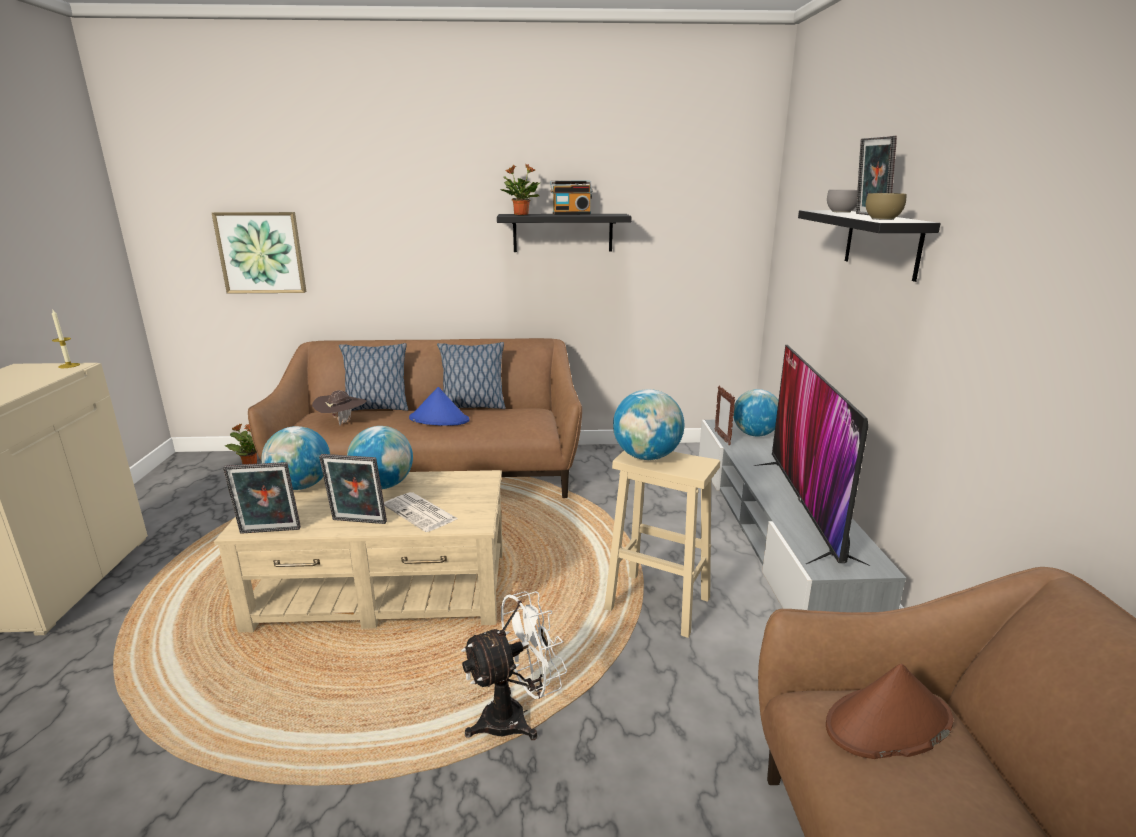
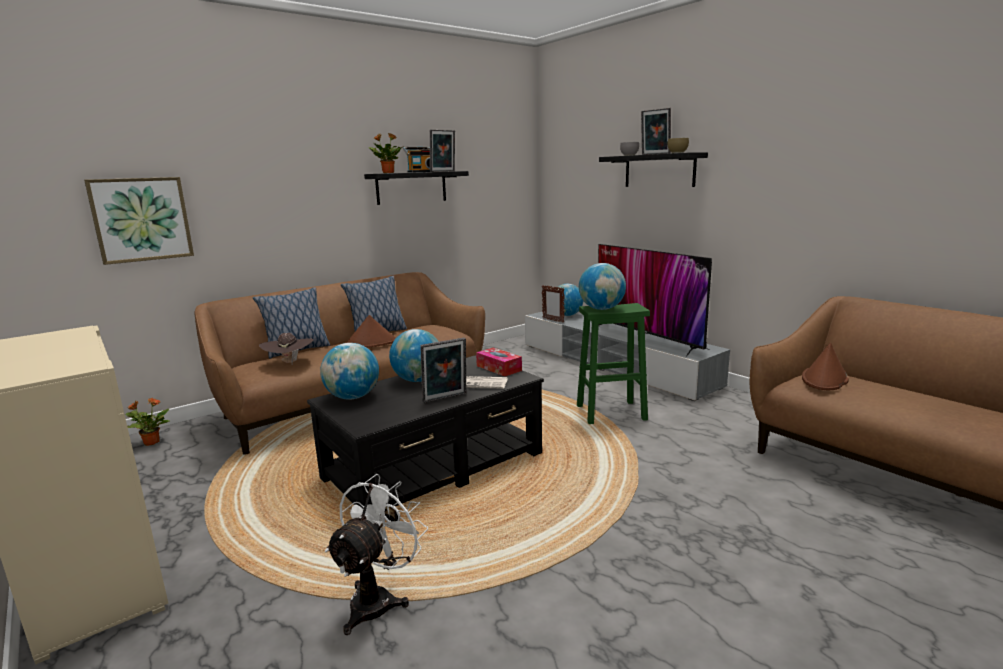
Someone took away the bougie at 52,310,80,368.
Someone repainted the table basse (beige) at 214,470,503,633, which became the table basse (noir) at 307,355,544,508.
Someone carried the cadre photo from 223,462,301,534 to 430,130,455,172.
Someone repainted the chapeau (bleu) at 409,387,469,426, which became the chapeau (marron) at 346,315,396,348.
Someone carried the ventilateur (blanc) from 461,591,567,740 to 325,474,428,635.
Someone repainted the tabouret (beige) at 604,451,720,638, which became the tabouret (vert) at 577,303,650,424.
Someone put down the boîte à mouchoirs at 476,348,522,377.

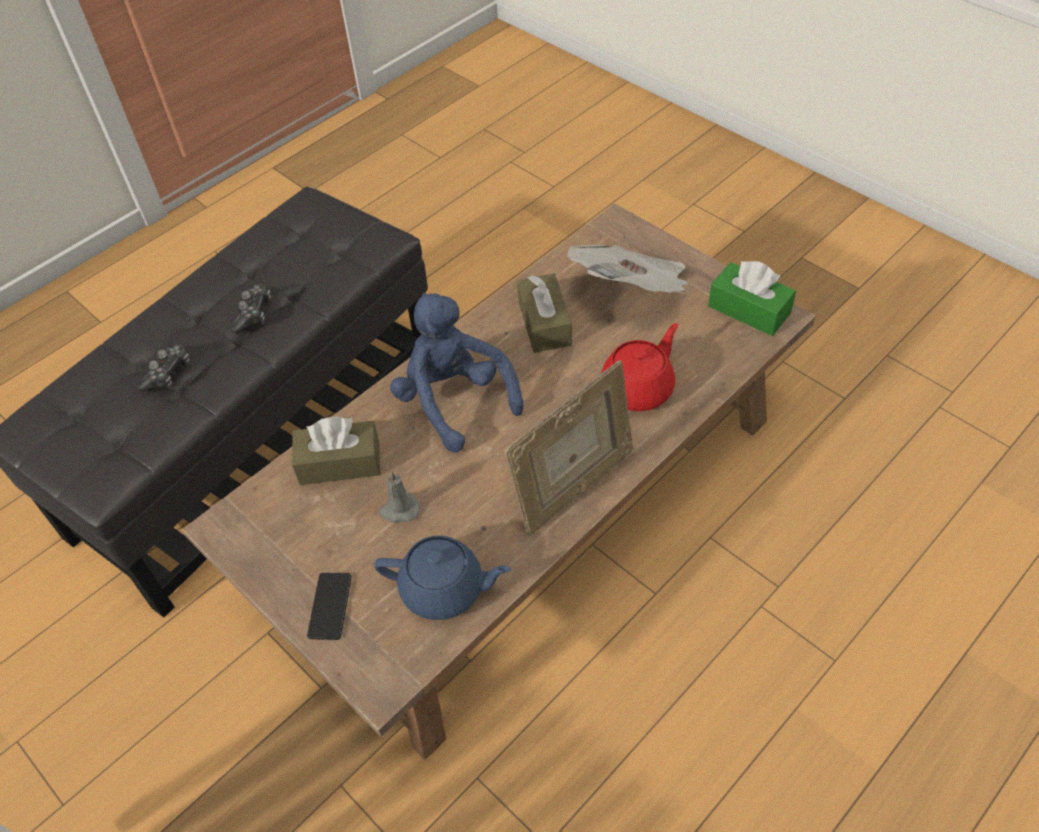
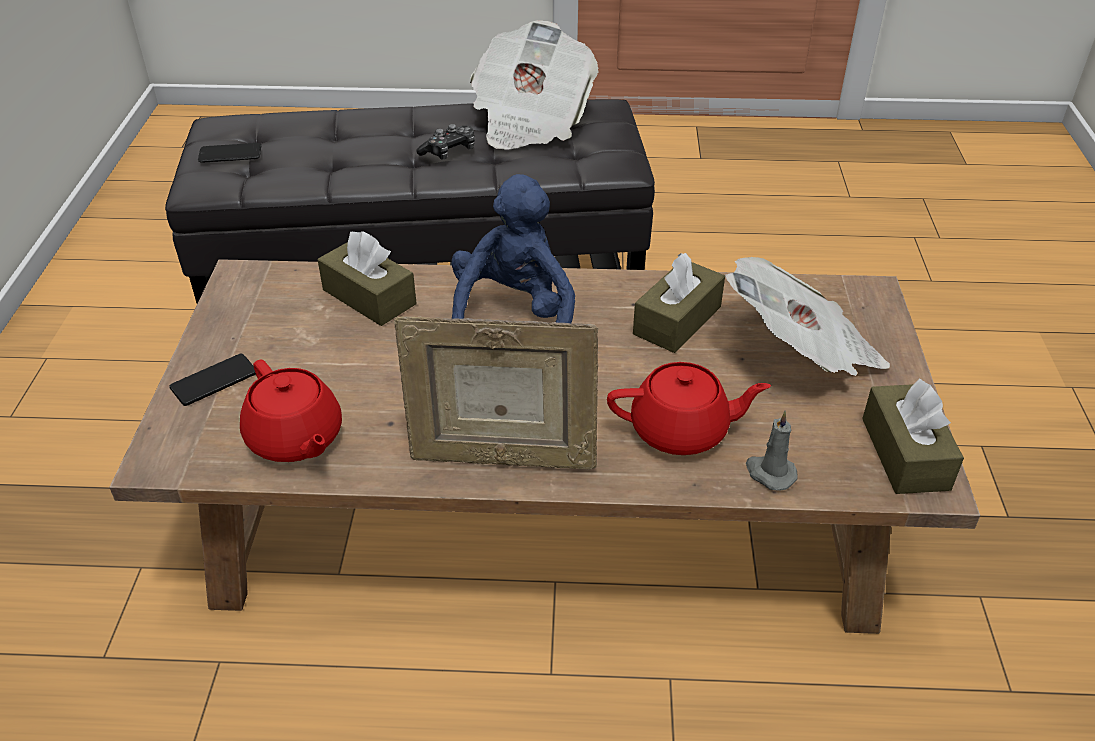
Someone took away the manette at 137,344,190,392.
Someone repainted the théière (bleu) at 374,536,511,620, which became the théière (rouge) at 240,360,342,462.
Someone carried the bougie (gris) from 379,471,420,523 to 746,411,798,491.
Someone repainted the boîte à mouchoirs (vert) at 708,261,796,336, which became the boîte à mouchoirs (marron) at 862,379,964,494.
Someone put down the téléphone at 198,143,261,163.
Someone put down the journal at 470,20,599,150.

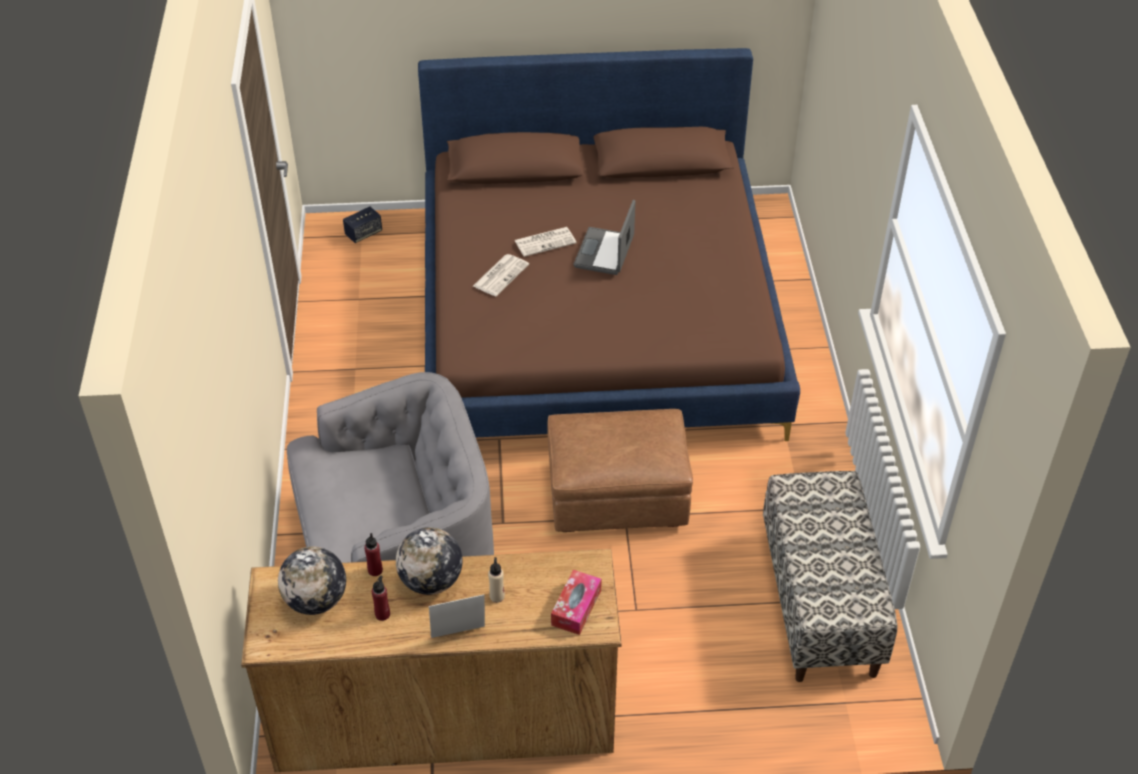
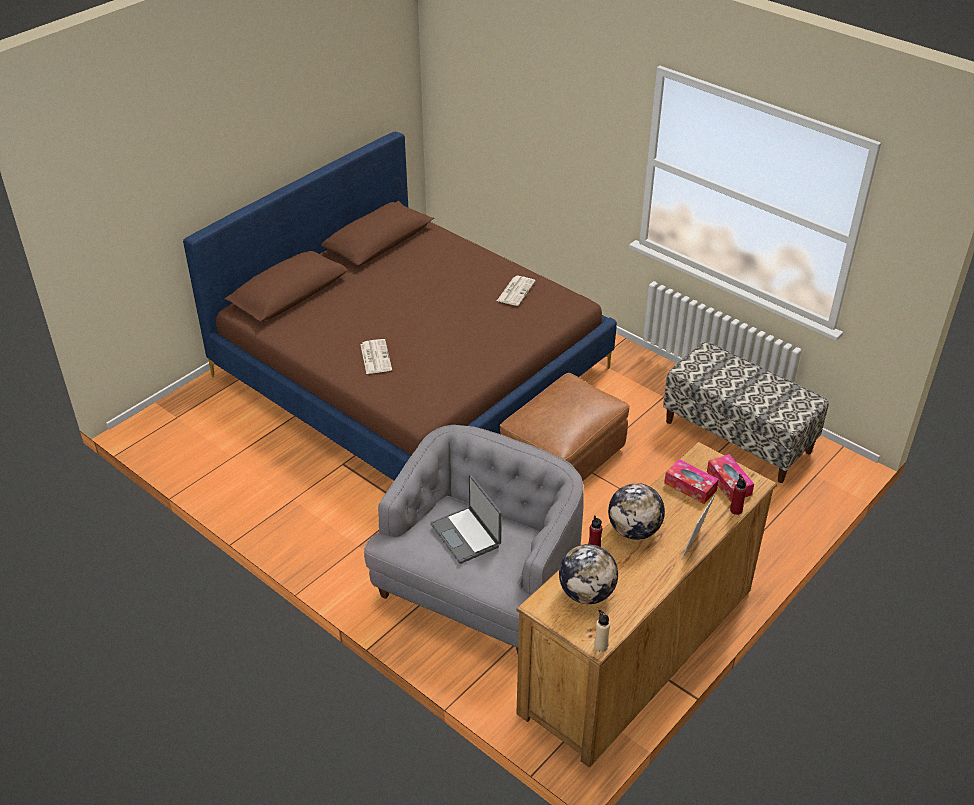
Someone took away the enceinte at 343,207,382,243.
Someone carried the bouteille (rouge) from 372,576,390,621 to 730,474,747,515.
Someone carried the bouteille (beige) from 488,557,505,603 to 594,610,610,652.
Someone carried the journal from 514,227,576,257 to 497,276,536,306.
Someone carried the ordinateur portable from 574,200,635,275 to 431,475,502,564.
Someone put down the boîte à mouchoirs at 664,459,719,504.

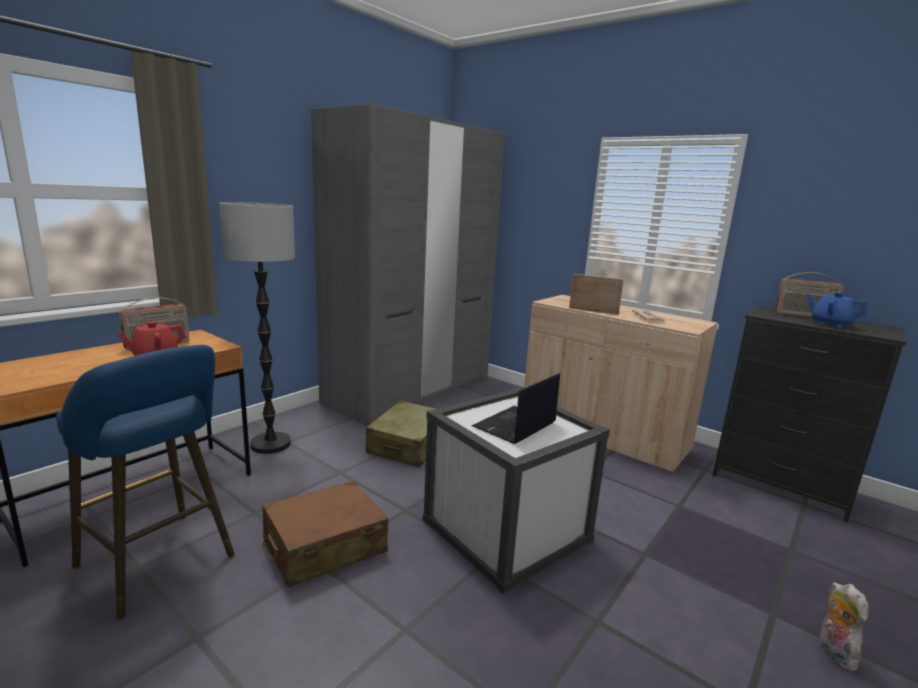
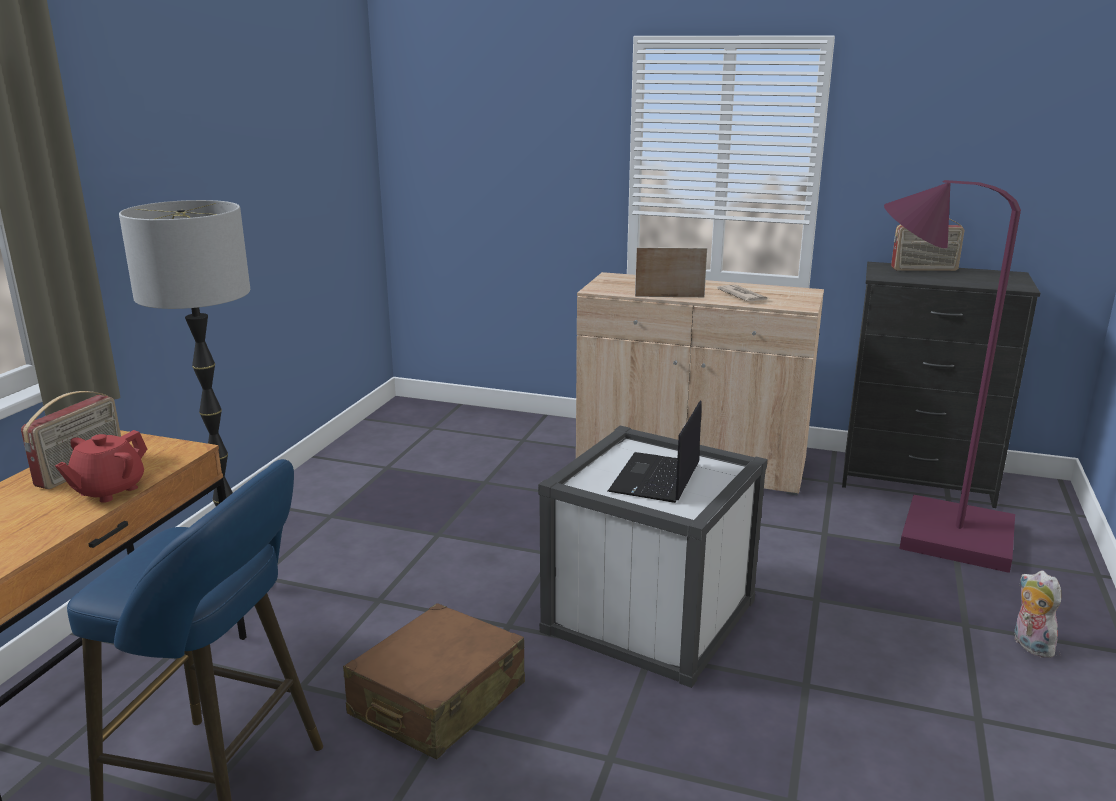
Someone took away the armoire (gris) at 311,104,505,425.
Someone took away the valise (beige) at 366,401,437,467.
Someone took away the théière (bleu) at 806,292,867,328.
Someone put down the lampadaire (violet) at 884,180,1021,573.

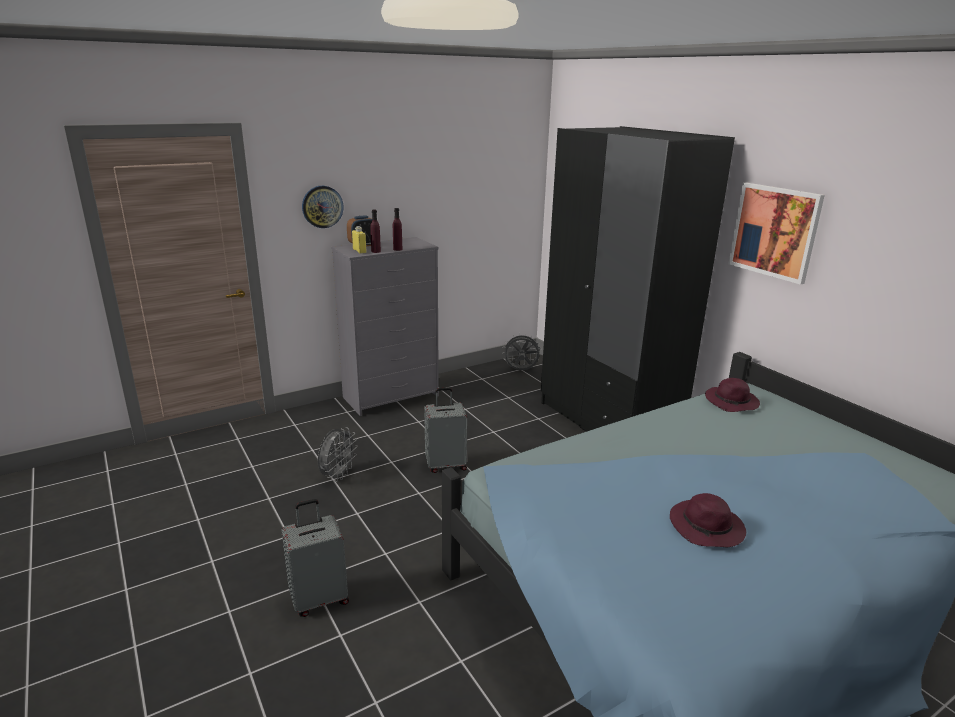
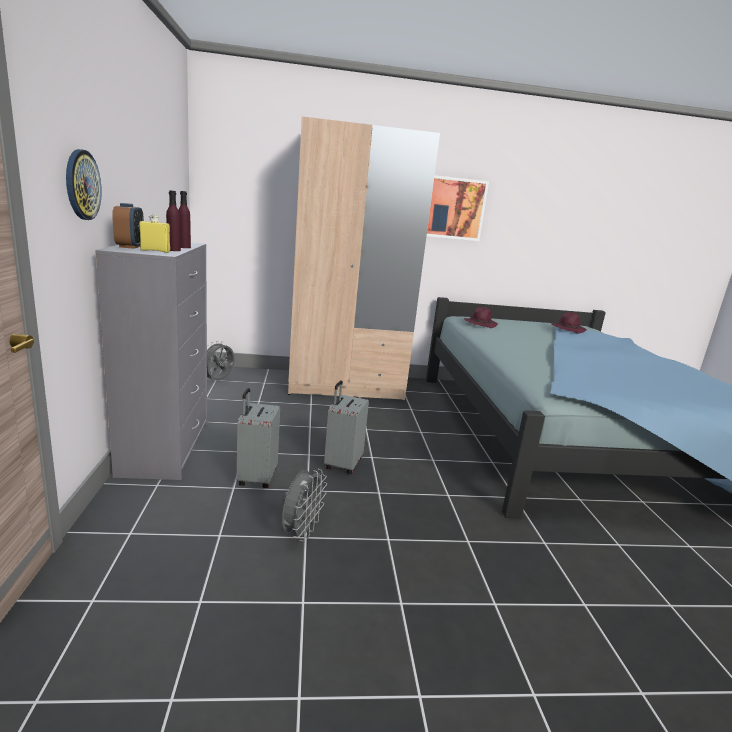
Someone carried the valise (gris) from 281,499,349,617 to 237,388,280,488.
Someone rotated the ventilateur (gris) at 318,427,358,482 by 60 degrees clockwise.
Someone repainted the armoire (noir) at 541,126,735,431, which became the armoire (beige) at 288,116,440,401.
Someone carried the chapeau (violet) from 670,493,746,547 to 551,312,587,334.

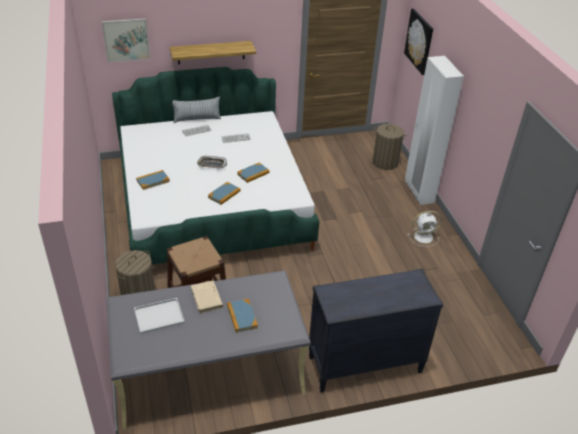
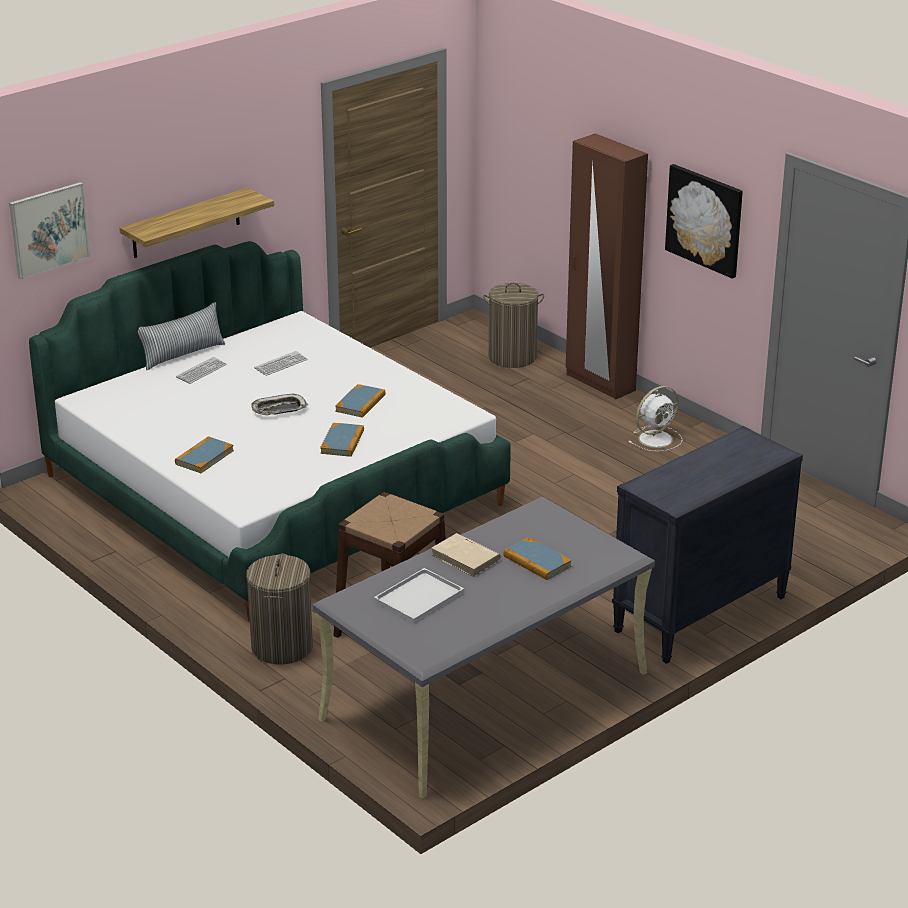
Someone carried the tableau from 404,8,433,75 to 665,164,743,279.
Someone repainted the armoire (blanc) at 405,56,464,205, which became the armoire (marron) at 566,133,648,400.

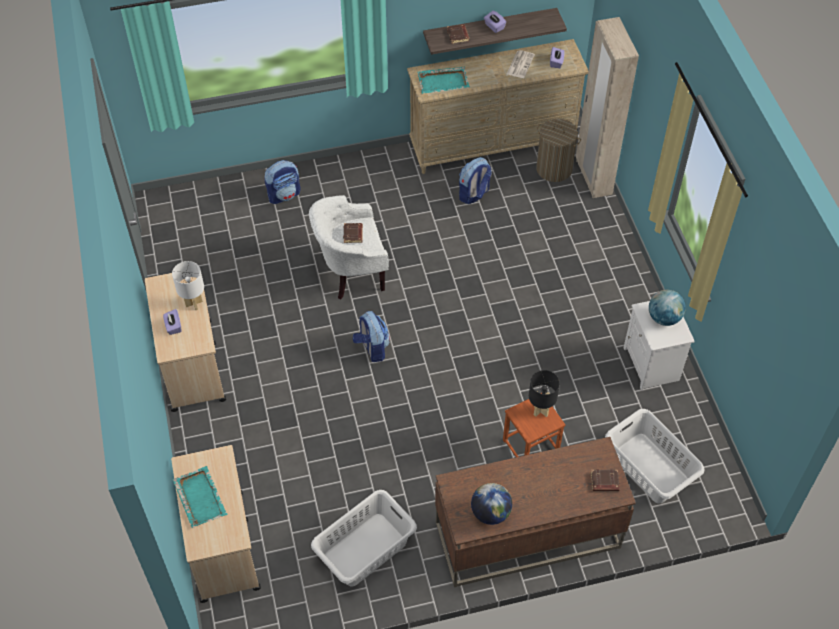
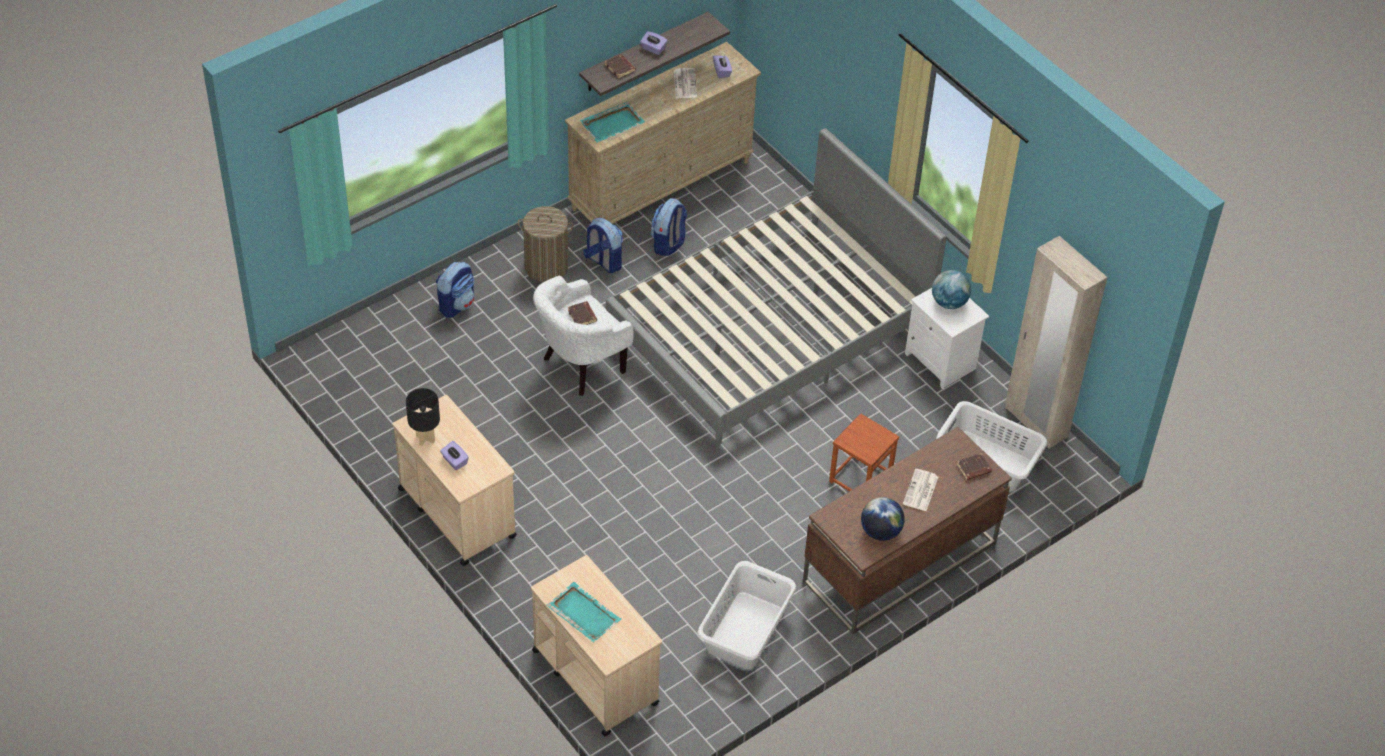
Someone took away the lampe de table (blanc) at 172,261,204,310.
Someone carried the sac à dos from 353,311,390,362 to 583,217,623,273.
Someone carried the lampe de table (noir) from 529,370,560,417 to 406,388,440,446.
Someone carried the panier à linge from 536,119,581,182 to 518,206,573,282.
Someone carried the armoire (beige) from 576,17,639,198 to 1005,236,1107,449.
Someone put down the lit (gris) at 606,128,947,446.
Someone put down the journal at 903,469,938,511.

